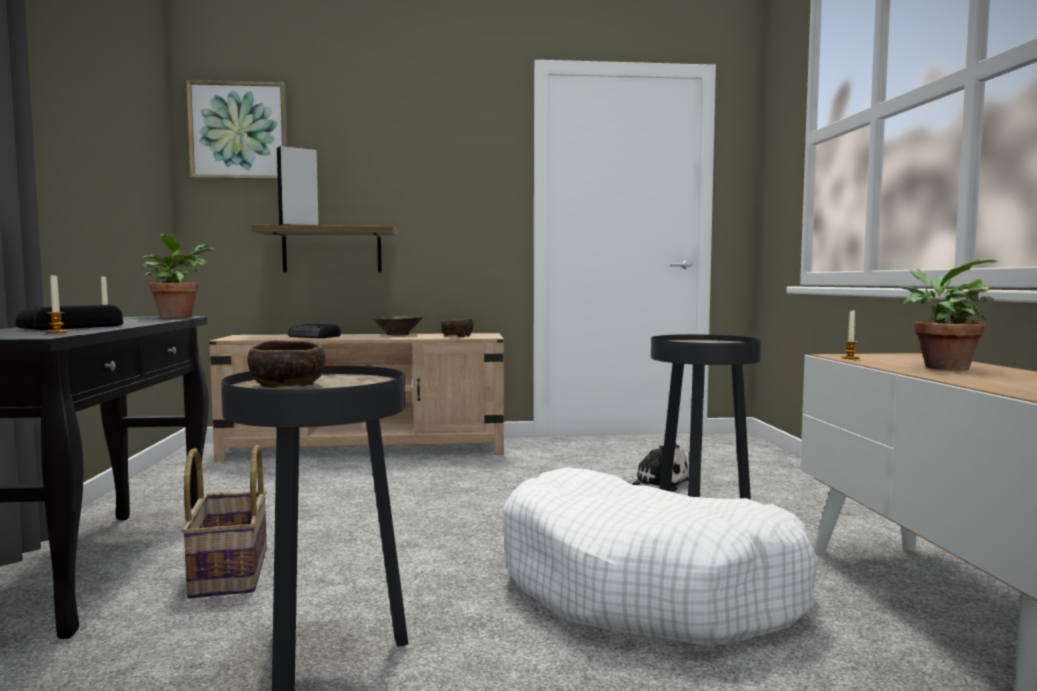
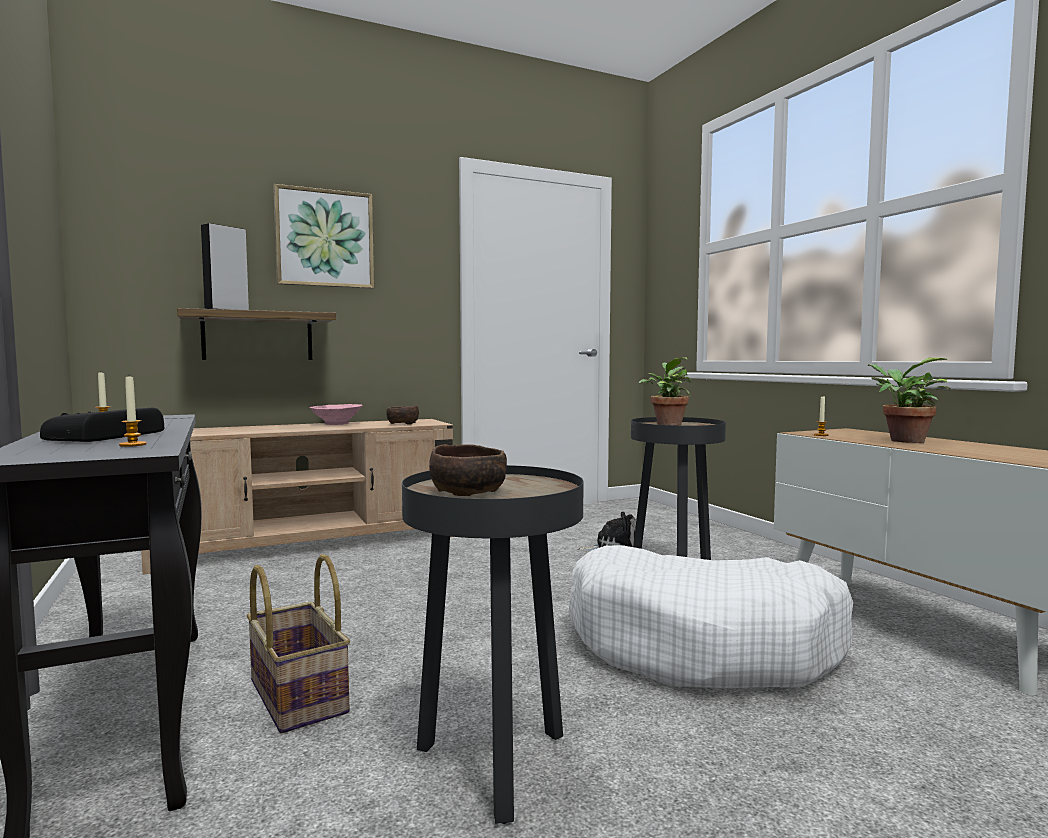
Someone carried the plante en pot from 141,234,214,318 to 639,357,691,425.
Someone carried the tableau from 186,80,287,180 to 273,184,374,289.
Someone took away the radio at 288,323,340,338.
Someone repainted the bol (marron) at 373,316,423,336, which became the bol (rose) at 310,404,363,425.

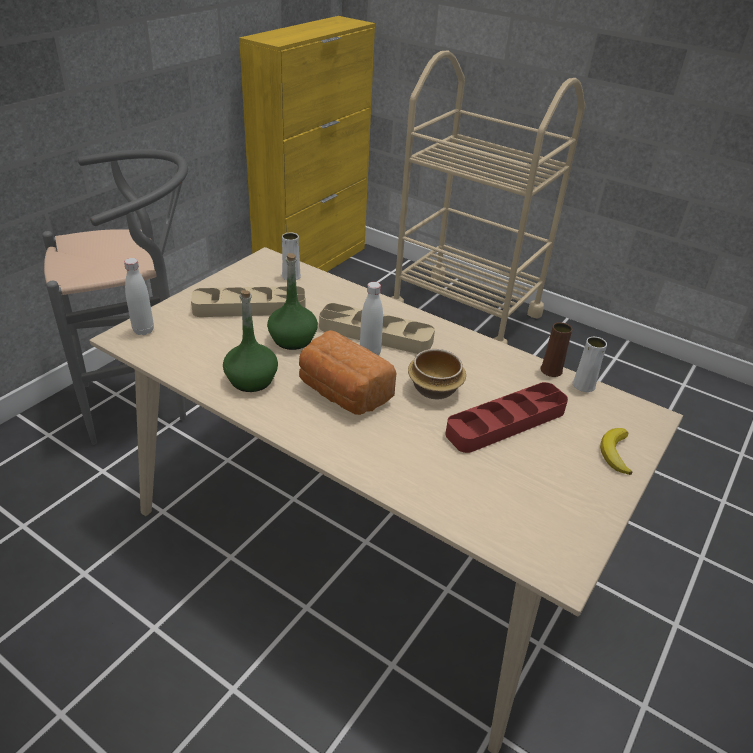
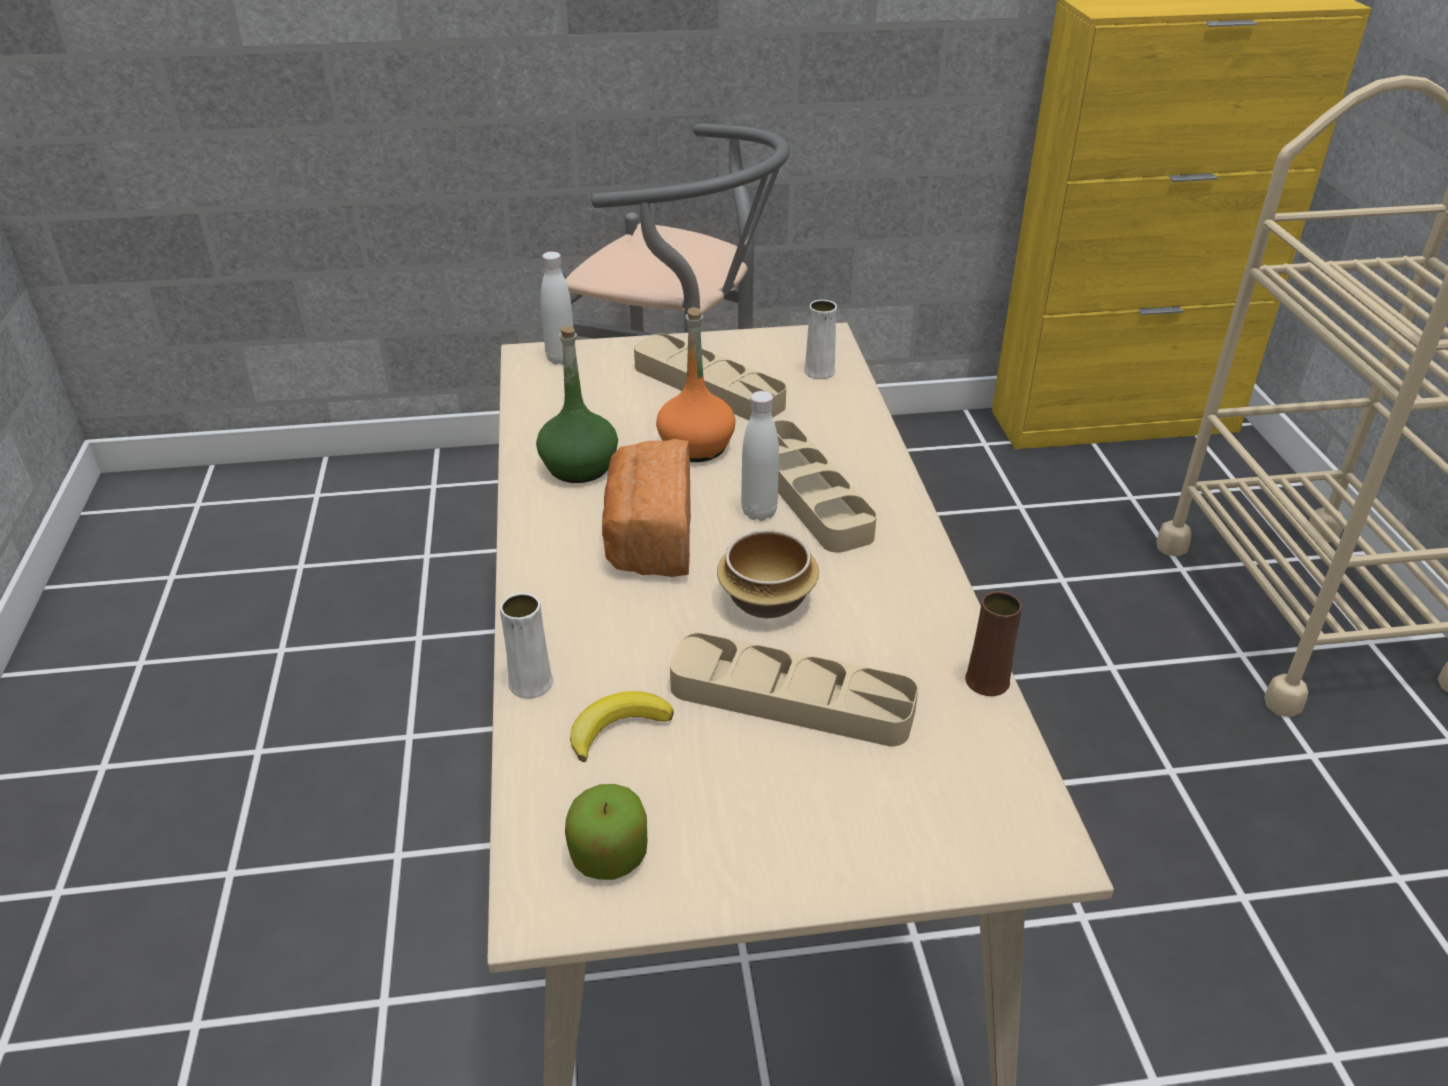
Someone repainted the bouteille (vert) at 267,253,318,350, which became the bouteille (orange) at 656,307,736,462.
Someone repainted the plateau (rouge) at 445,382,568,453, which became the plateau (beige) at 670,633,918,747.
Someone carried the vase (blanc) from 573,337,607,392 to 500,593,553,698.
Someone carried the banane from 600,428,633,475 to 570,691,674,762.
Someone put down the pomme at 565,784,648,880.

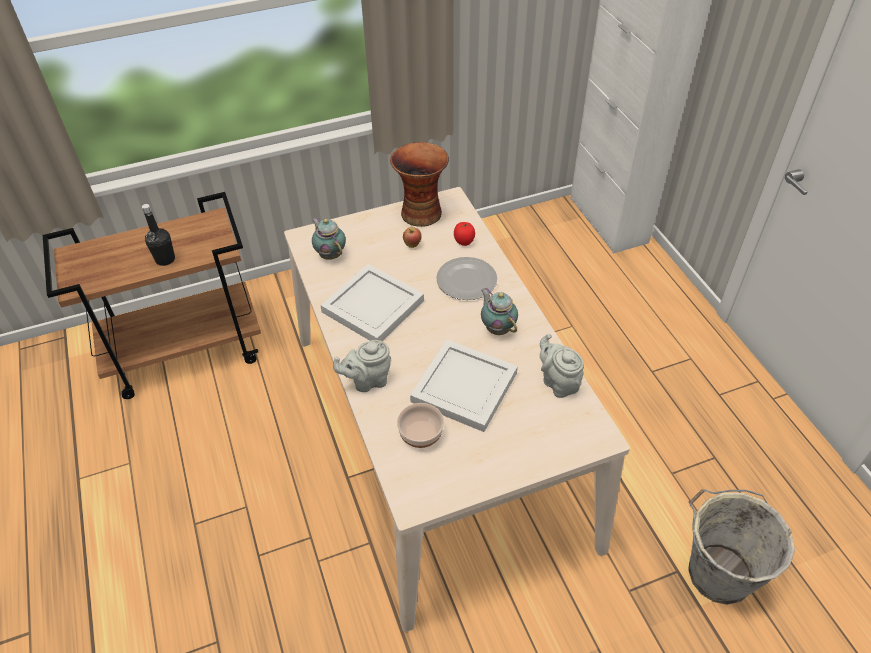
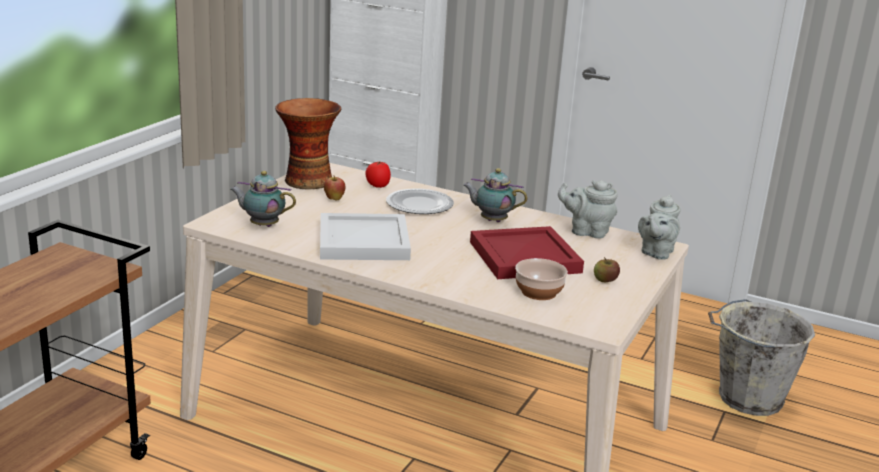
Someone took away the bouteille (noir) at 142,204,175,266.
Someone carried the théière (gris) from 333,340,391,392 to 638,194,681,260.
Someone repainted the plateau (blanc) at 410,339,518,432, which became the plateau (rouge) at 470,226,584,279.
Someone put down the pomme at 594,257,620,282.

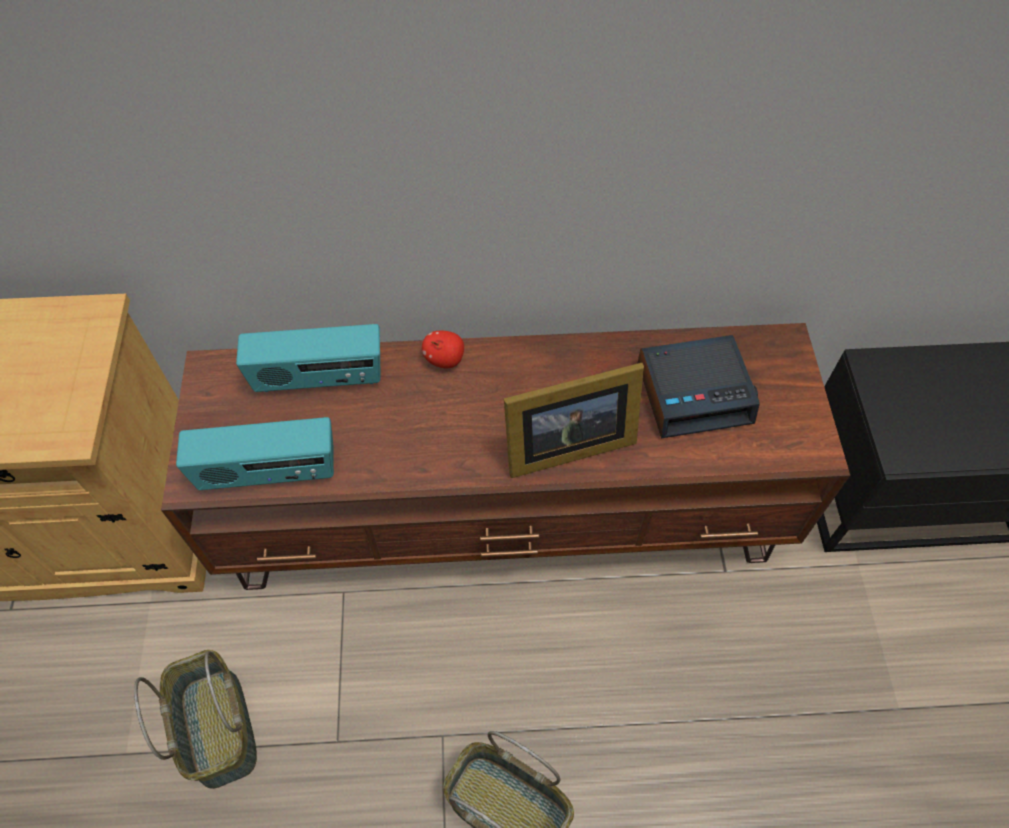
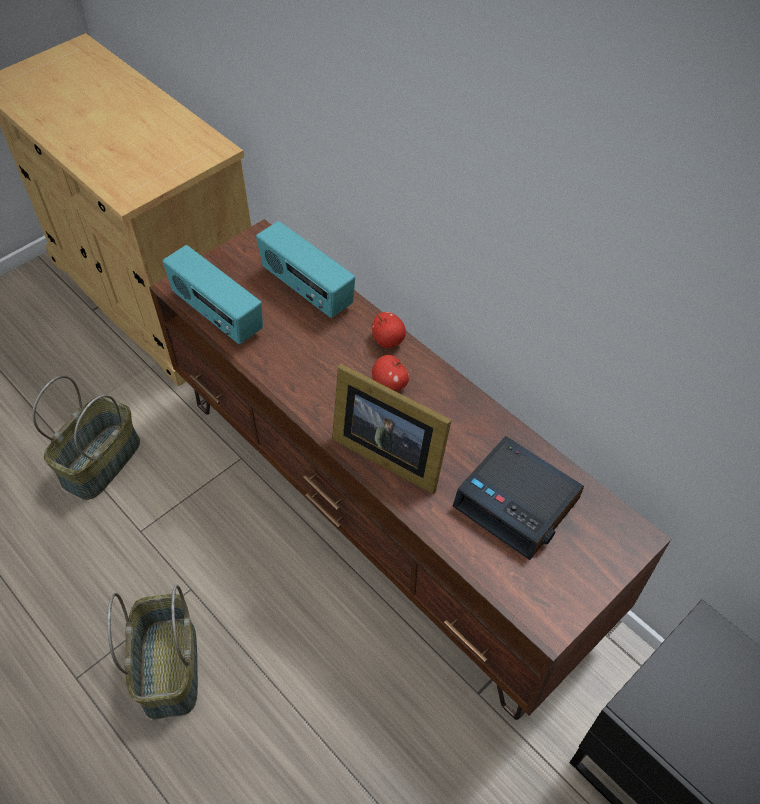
Someone put down the pomme at 372,355,409,391.

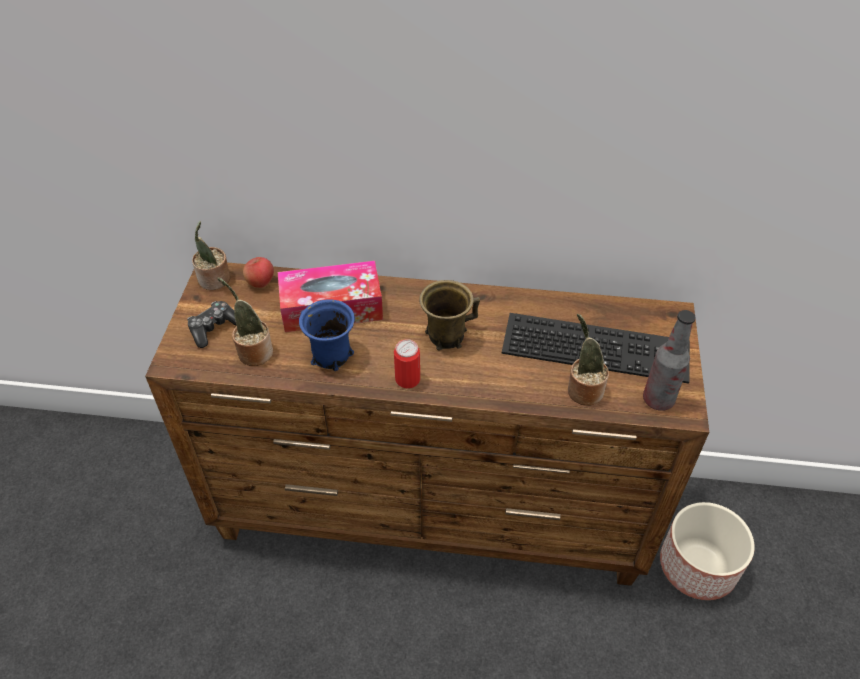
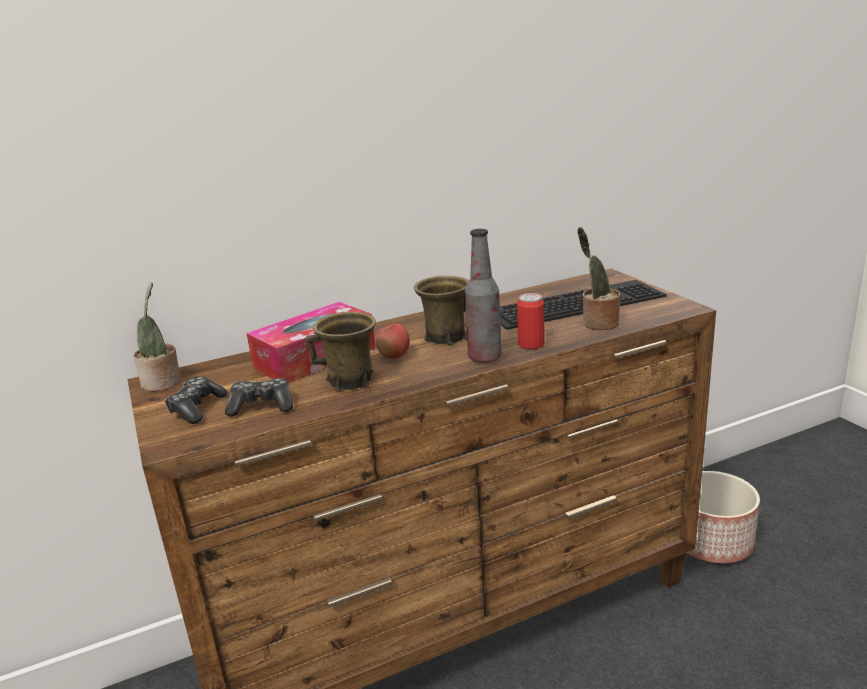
Someone swapped the plante en pot at 217,278,273,366 for the manette at 225,378,293,416.
Someone carried the pomme from 243,257,274,288 to 375,323,410,359.
Someone repainted the mug (bleu) at 299,300,355,371, which became the mug (marron) at 305,312,376,391.
Someone carried the boîte métallique from 394,339,420,388 to 517,293,545,349.
Someone carried the bouteille from 643,310,696,411 to 465,229,502,363.

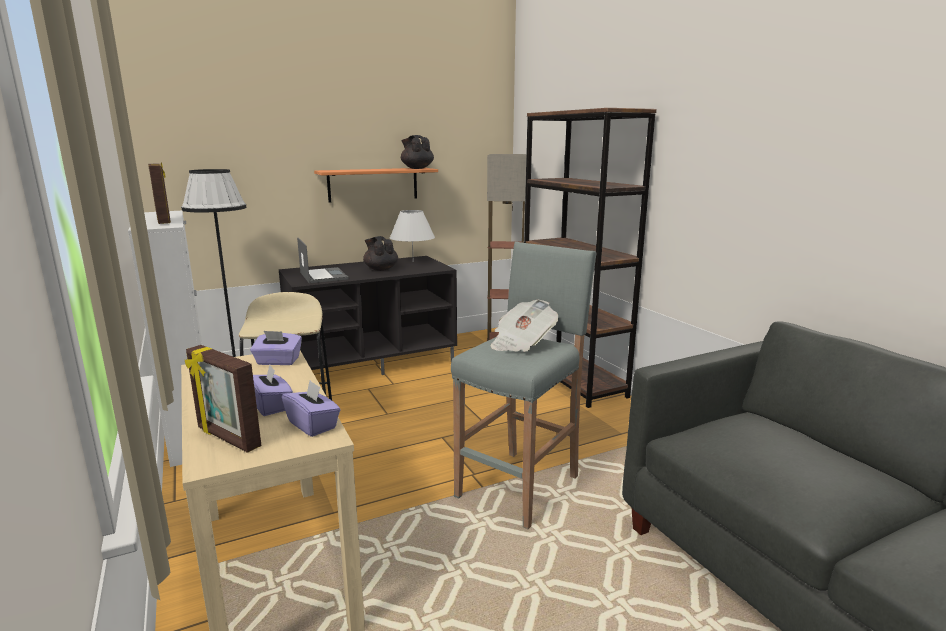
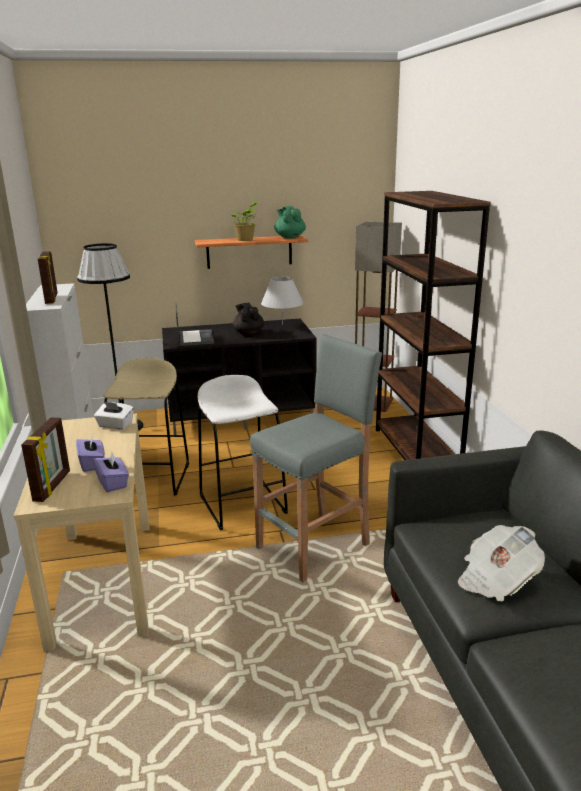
Someone rotated the cadre photo at 185,345,262,453 by 135 degrees counterclockwise.
Someone repainted the boîte à mouchoirs (violet) at 250,331,302,365, which became the boîte à mouchoirs (blanc) at 94,402,134,430.
Someone repainted the théière (noir) at 401,135,434,169, which became the théière (vert) at 274,206,306,238.
Someone carried the journal from 490,300,558,352 to 458,525,545,601.
Someone put down the tabouret (blanc) at 198,375,288,530.
Someone put down the plante en pot at 229,201,257,241.

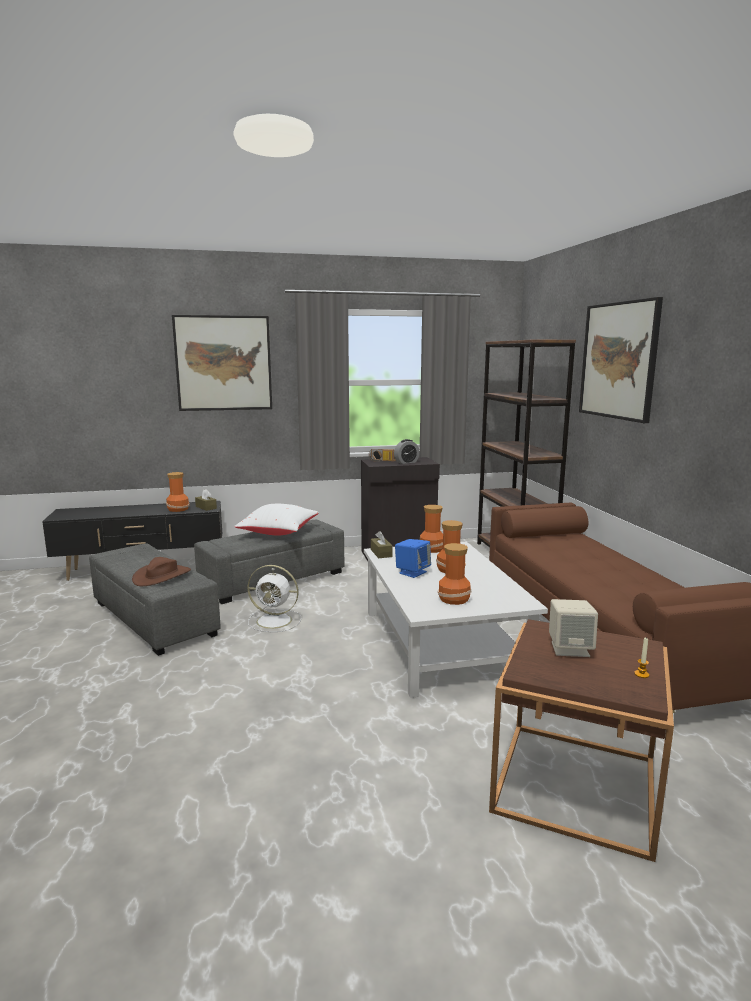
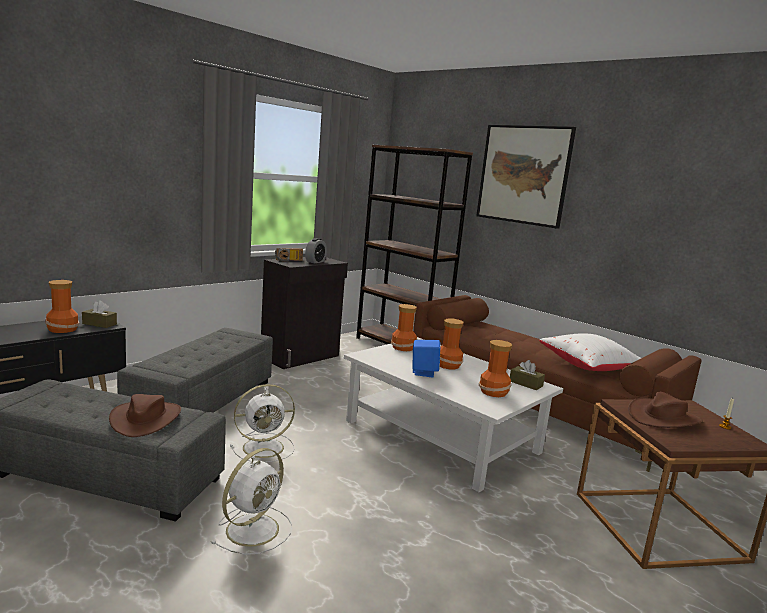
Someone took away the tableau at 172,315,272,411.
Someone carried the coussin (blanc) from 234,504,319,535 to 539,333,641,371.
Someone carried the boîte à mouchoirs (marron) from 371,531,393,558 to 510,360,545,390.
Someone swapped the enceinte (beige) at 549,599,598,657 for the chapeau (marron) at 628,391,703,428.
Someone put down the ventilateur (blanc) at 211,448,292,555.

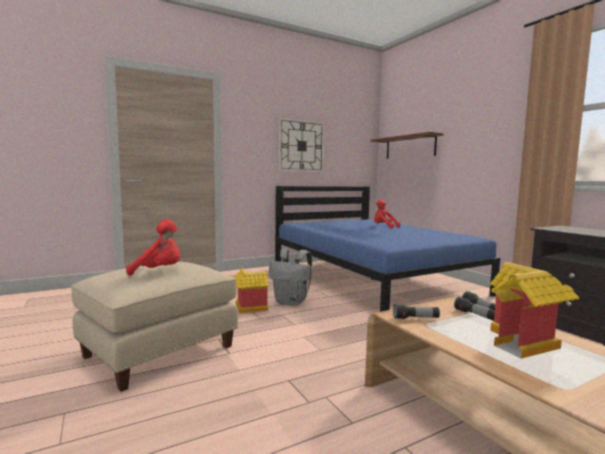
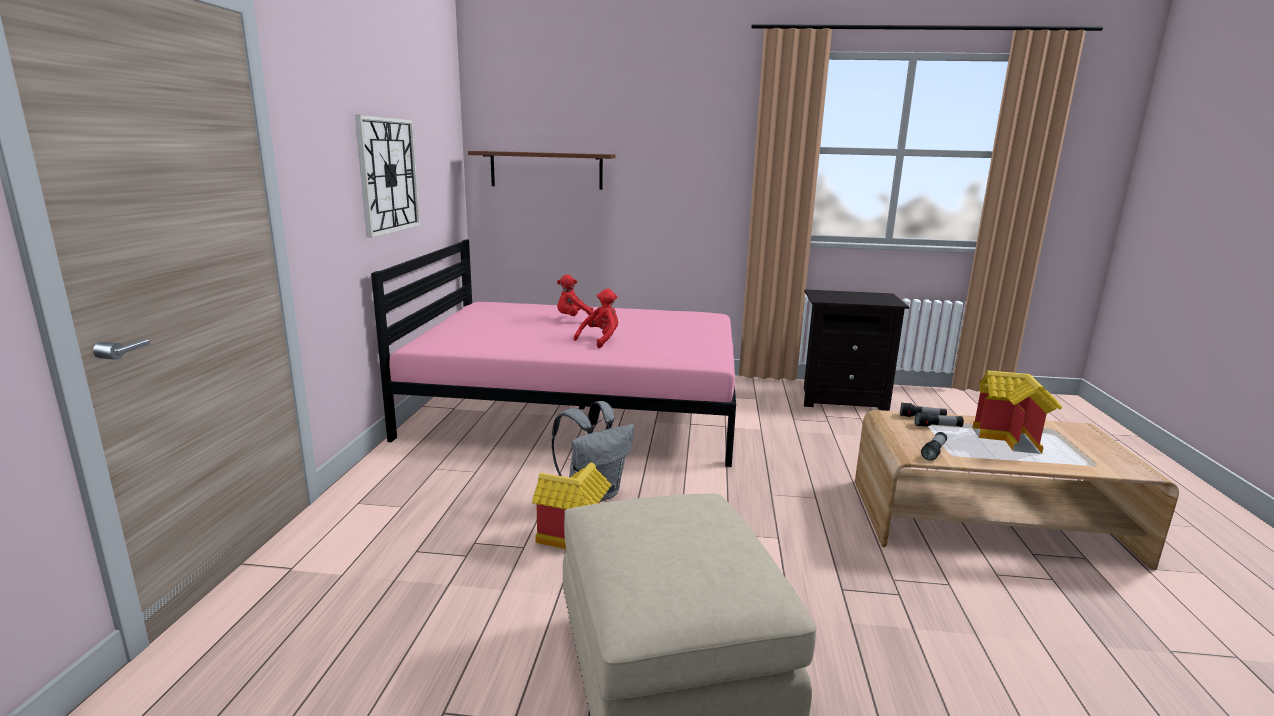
Someone carried the peluche (rouge) from 126,219,180,276 to 574,289,618,348.
Someone repainted the lit (bleu) at 275,186,500,312, which became the lit (rose) at 371,240,736,467.

